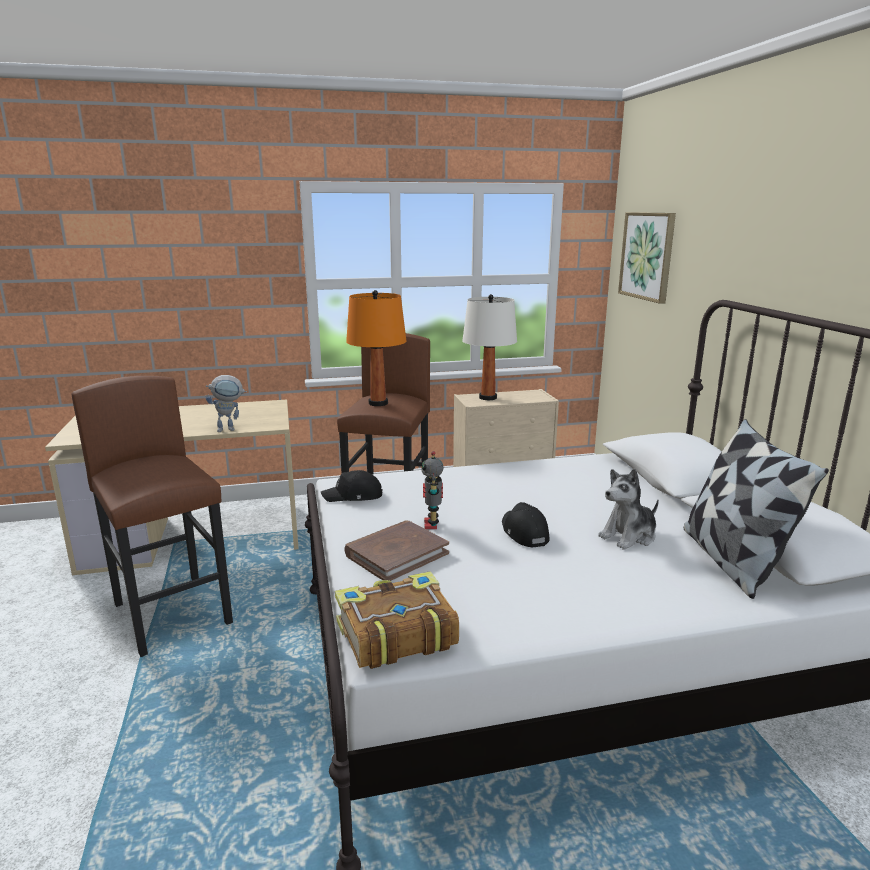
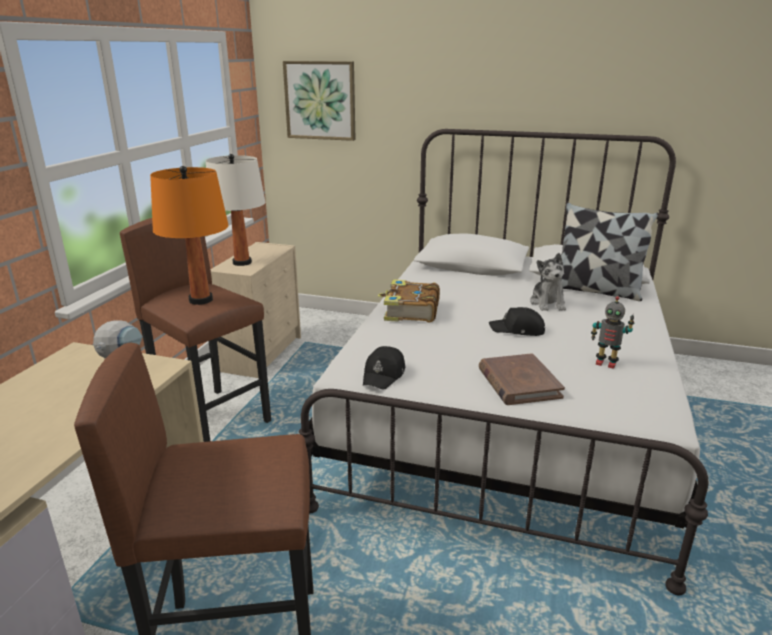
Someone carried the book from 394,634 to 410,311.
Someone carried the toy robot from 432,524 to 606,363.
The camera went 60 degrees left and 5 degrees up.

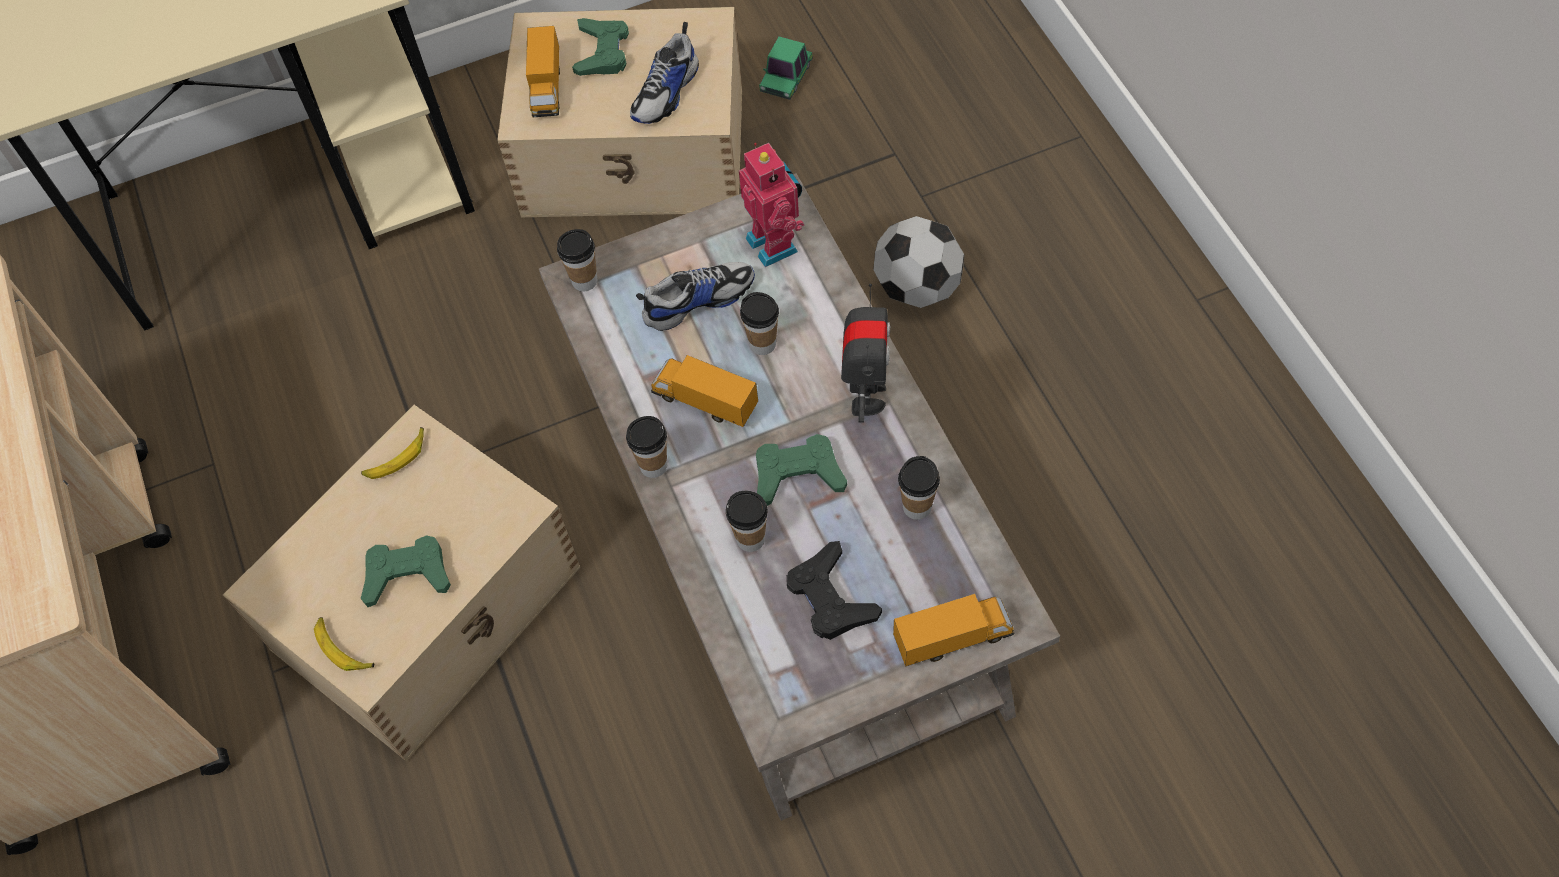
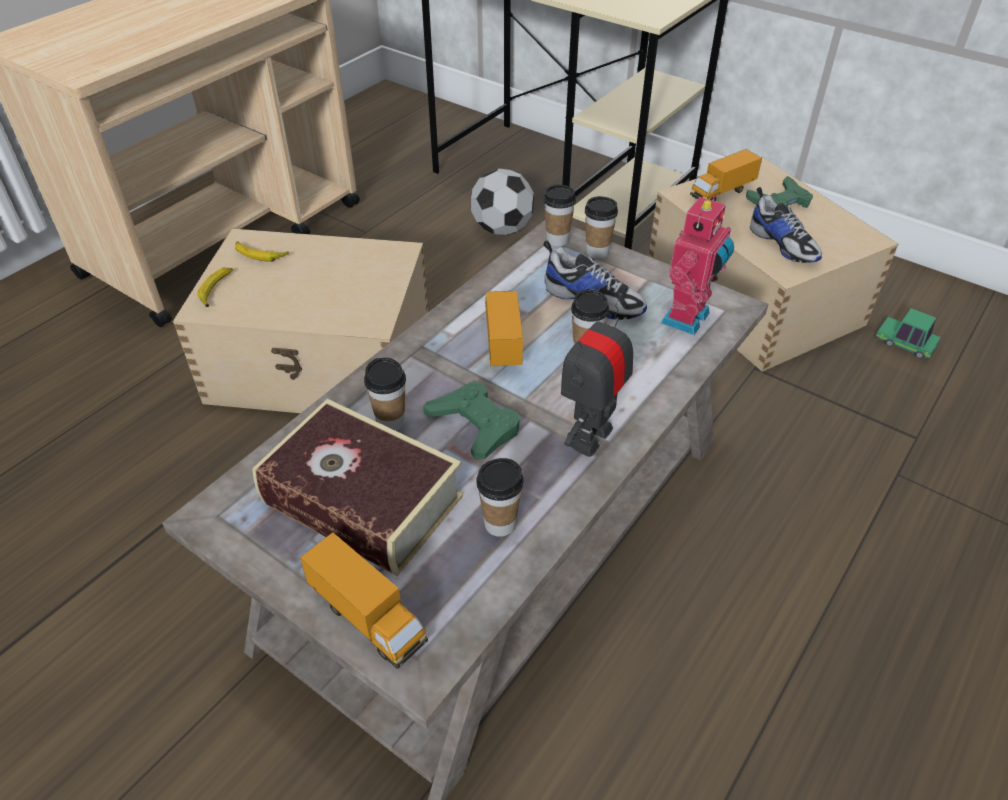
Someone carried the banana from 396,458 to 260,254.
Someone took away the green game controller at 407,574.
Someone carried the cup from 653,465 to 597,252.
Someone rotated the shoe at 667,93 by 120 degrees counterclockwise.
Someone rotated the toy car at 786,77 by 45 degrees clockwise.
Someone swapped the black game controller at 830,597 for the book at 362,500.
Someone rotated the toy robot at 865,396 by 150 degrees clockwise.
Someone carried the football from 917,288 to 502,229.
The camera went 55 degrees right and 15 degrees down.

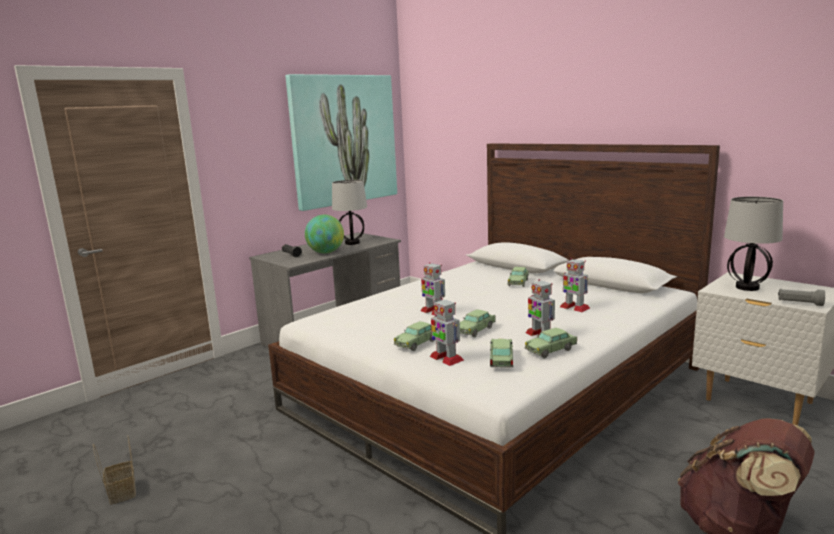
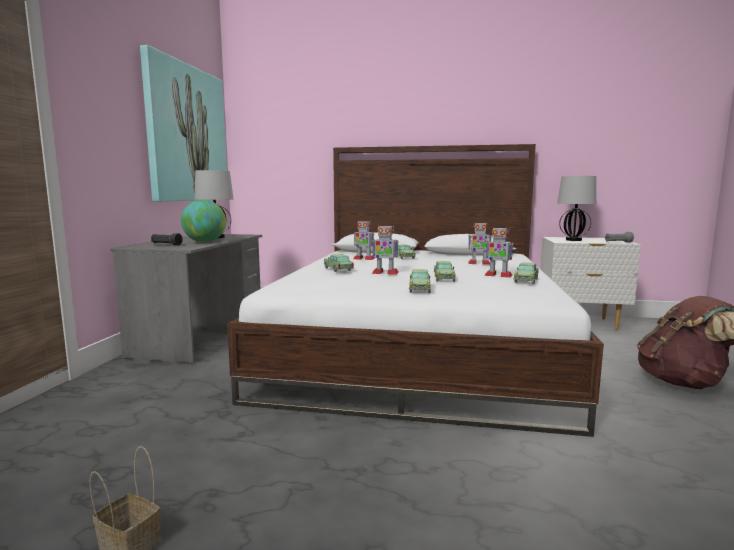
Someone carried the toy robot from 446,358 to 363,258.
Someone carried the toy car from 501,360 to 338,269.
The camera went 35 degrees left and 5 degrees down.

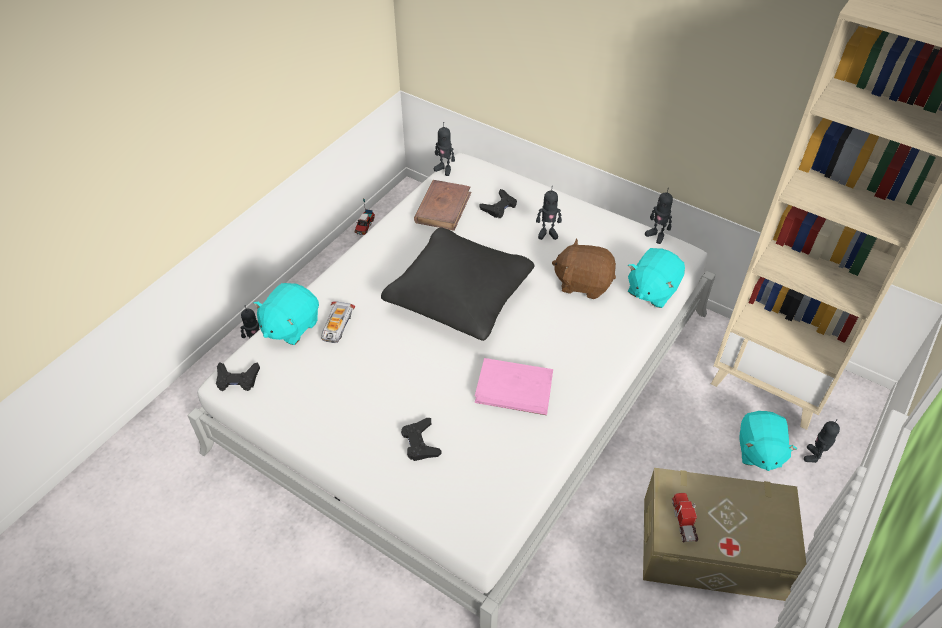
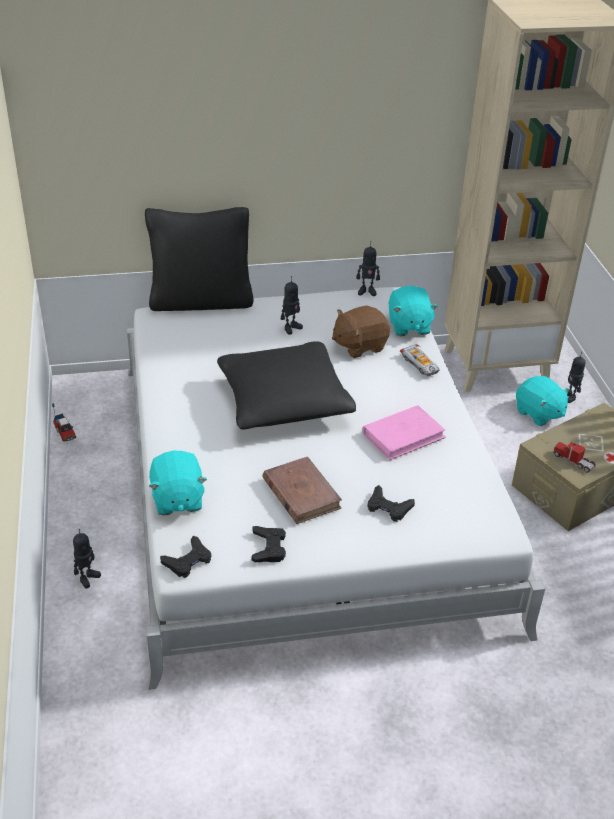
Someone carried the toy car from 337,325 to 420,364.
Someone carried the brown book from 443,207 to 301,493.
Someone took away the toy robot at 444,169.
Someone carried the black game controller from 499,207 to 268,548.
Someone put down the black pillow at 201,301.
The camera went 45 degrees left and 10 degrees down.

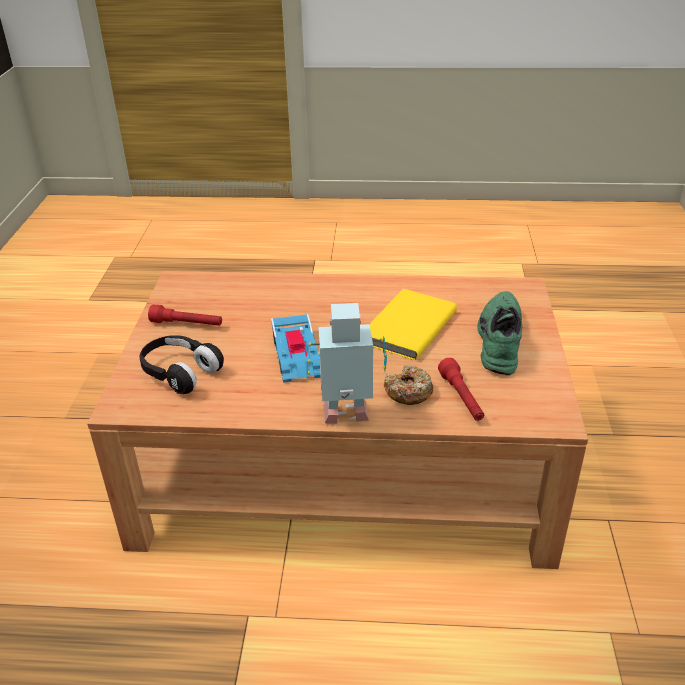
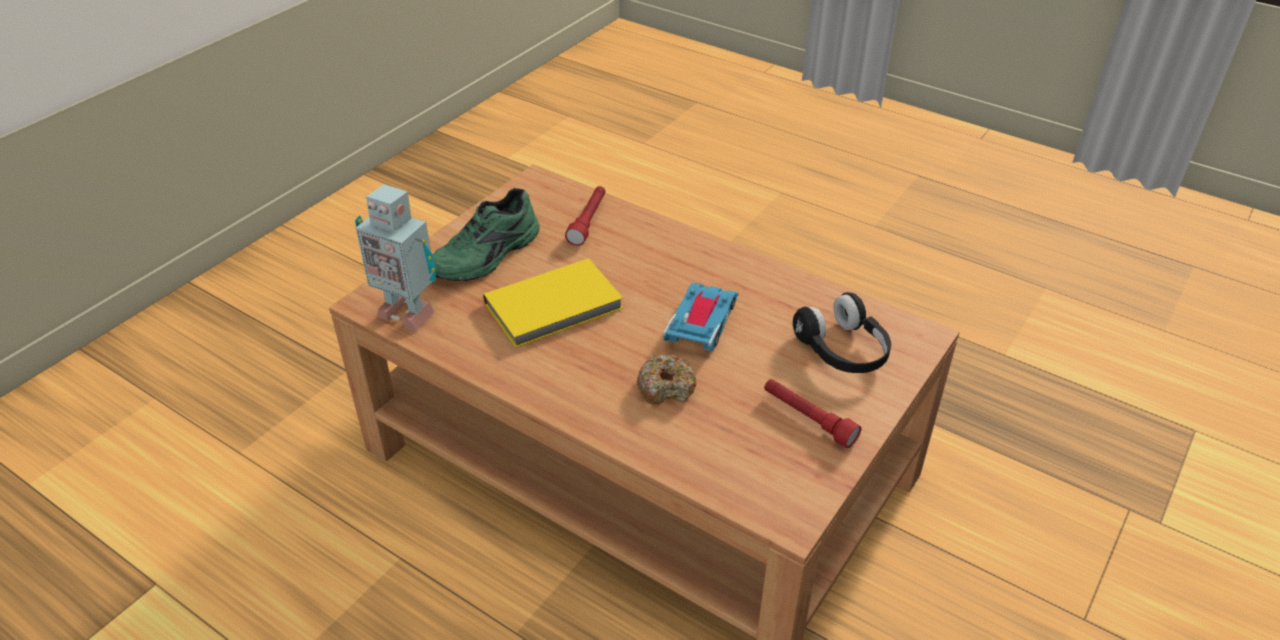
Someone carried the toy robot from 348,416 to 407,312.
Someone carried the donut from 408,392 to 666,387.
The camera went 150 degrees left and 5 degrees up.

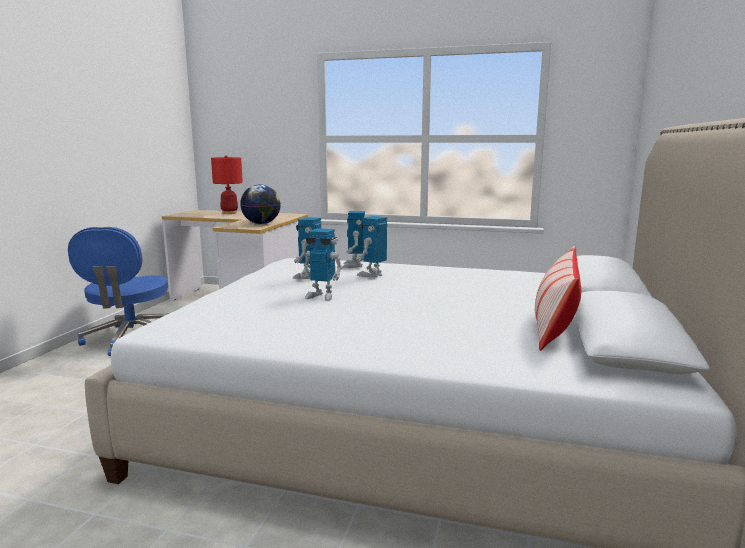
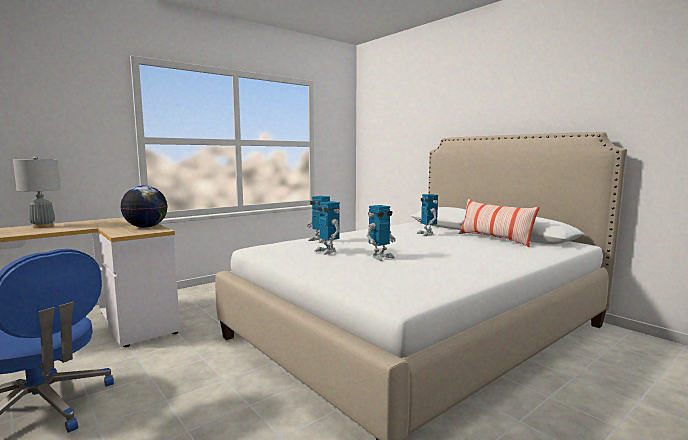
Someone repainted the red table lamp at 229,213, which became the grey table lamp at 43,226.
Someone carried the toy robot from 372,275 to 426,234.
The camera went 55 degrees left and 5 degrees down.

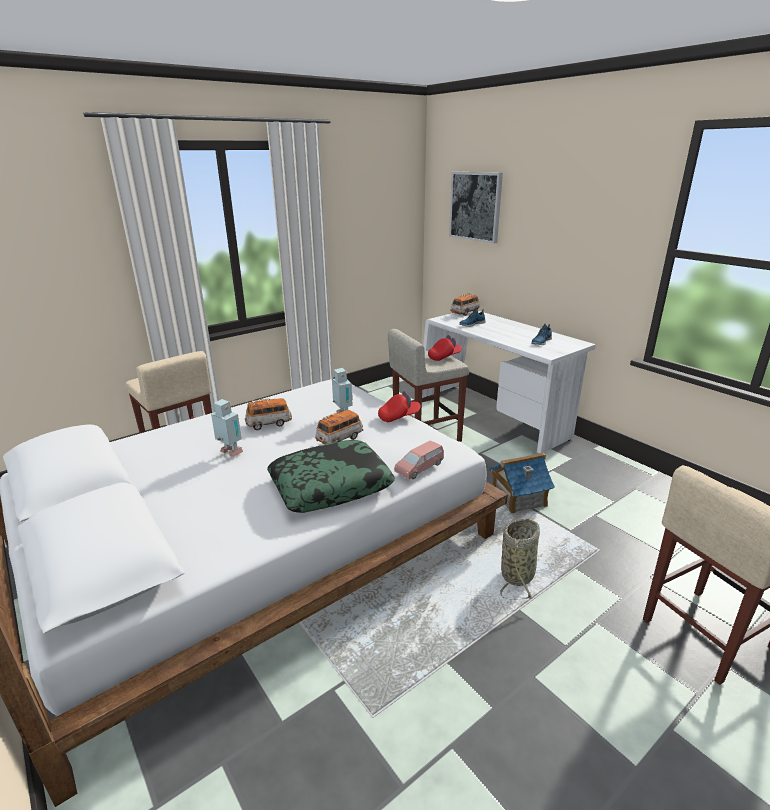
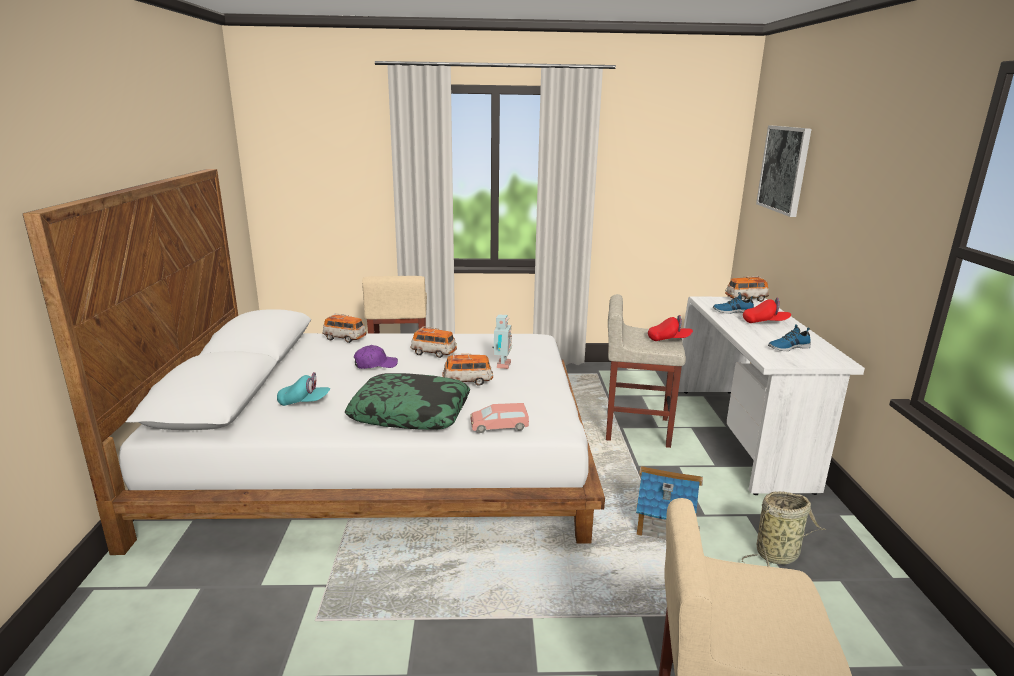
Someone swapped the toy robot at 230,453 for the purple cap at 375,364.
Someone carried the red cap from 399,417 to 765,322.
Someone carried the basket from 518,573 to 779,554.
Someone put down the turquoise cap at 304,402.
Someone put down the toy car at 345,338.
The camera went 35 degrees right and 5 degrees down.

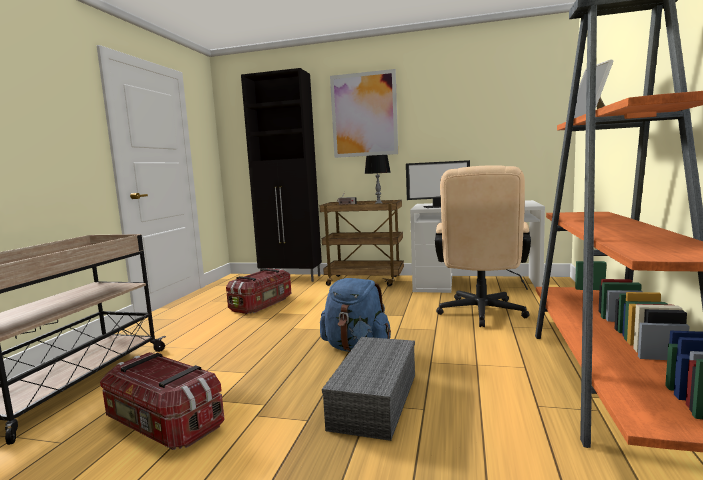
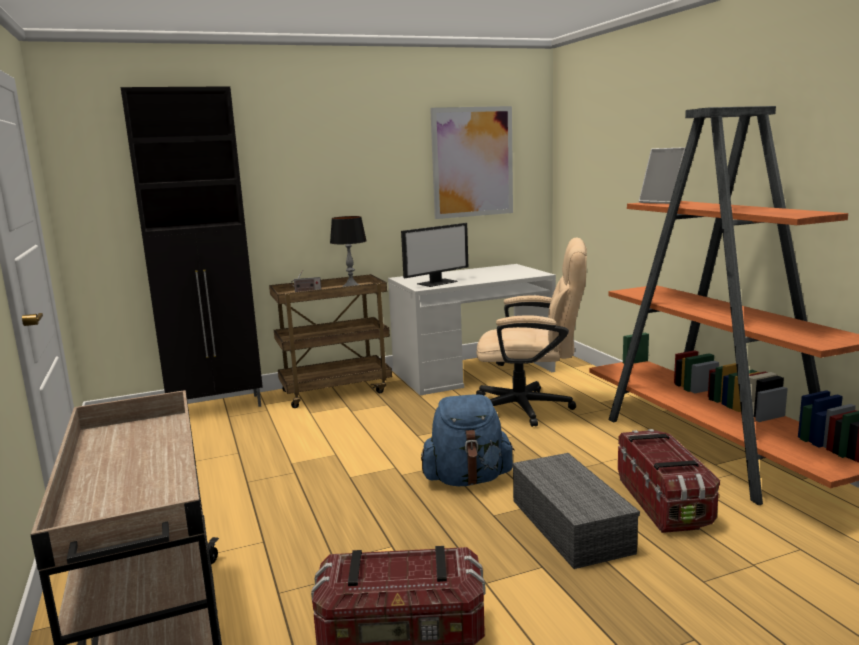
Someone carried the storage box from 262,304 to 663,502.
Someone carried the picture from 364,115 to 472,162.
Someone rotated the beige office chair at 481,314 by 60 degrees counterclockwise.
The camera went 35 degrees left and 5 degrees up.

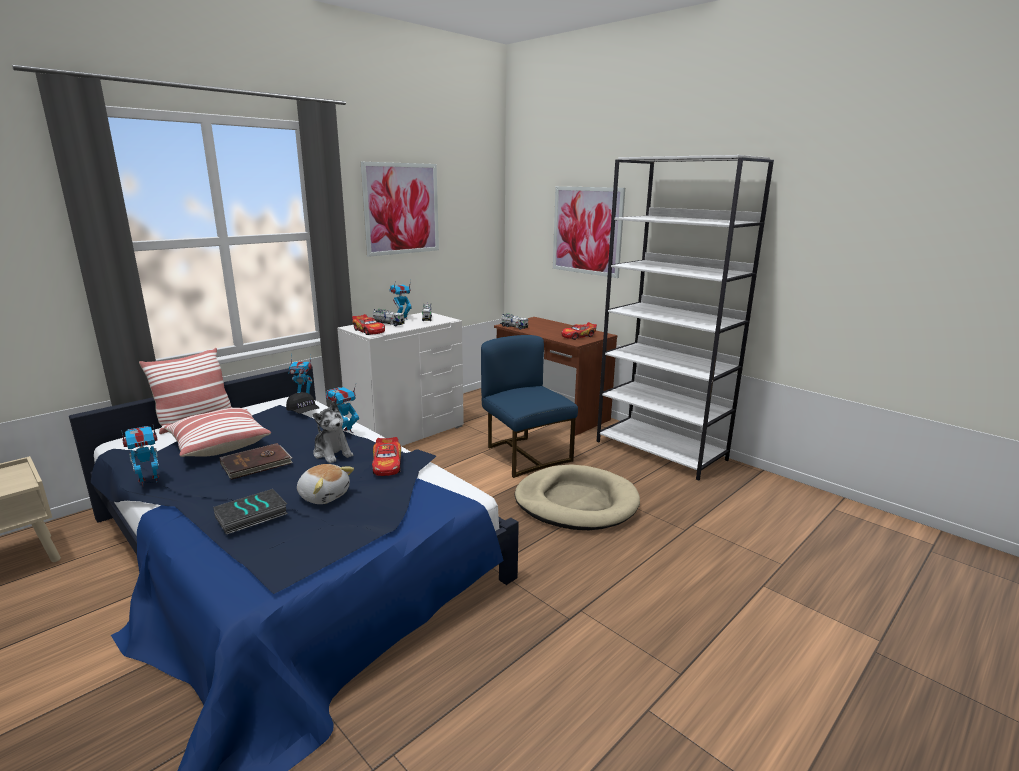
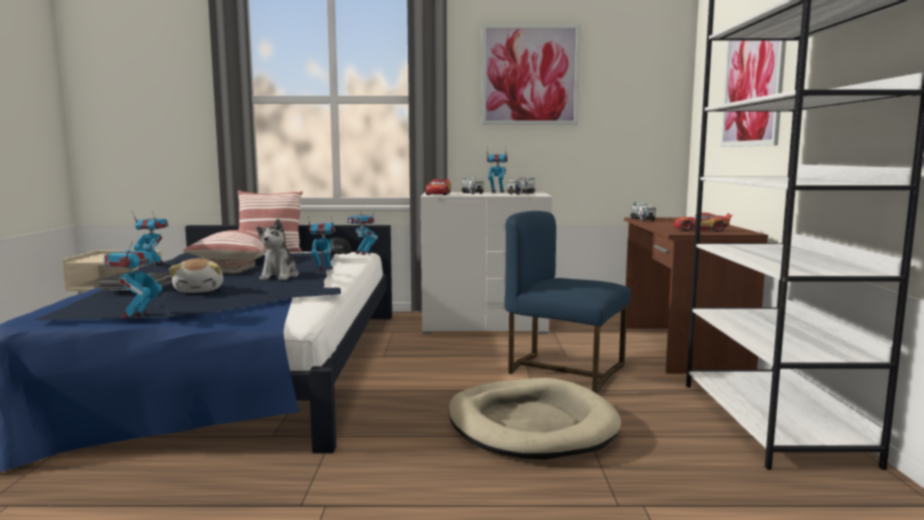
Someone took away the toy car at 387,464.
Someone rotated the blue chair at 525,455 by 75 degrees counterclockwise.
Someone put down the toy robot at 136,315.
The camera went 45 degrees right and 10 degrees down.

